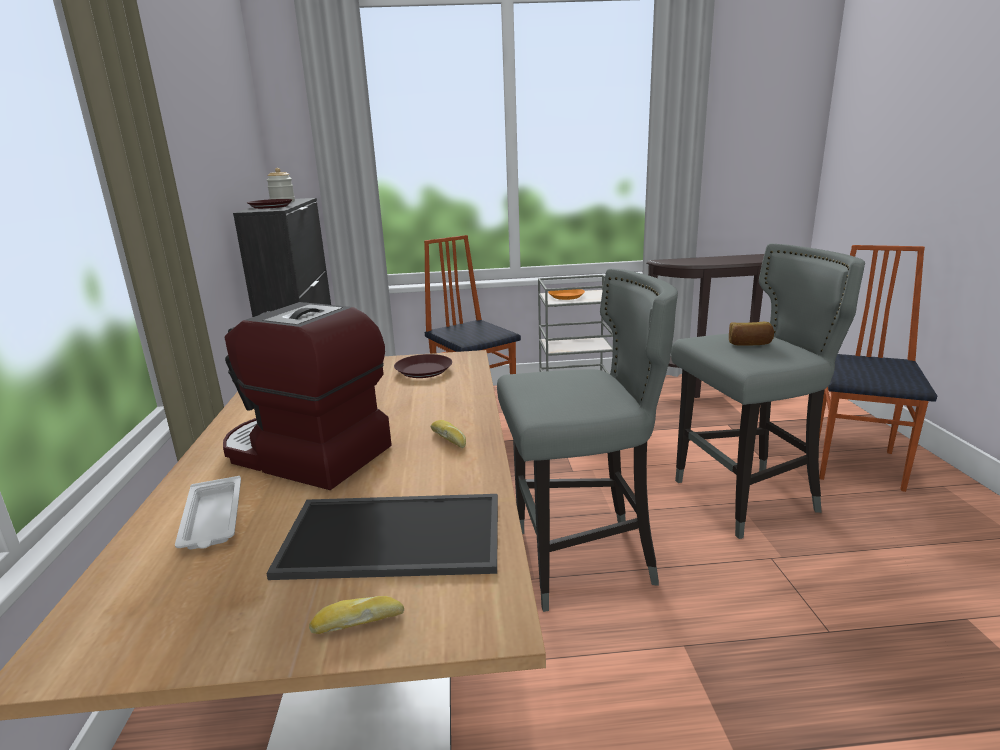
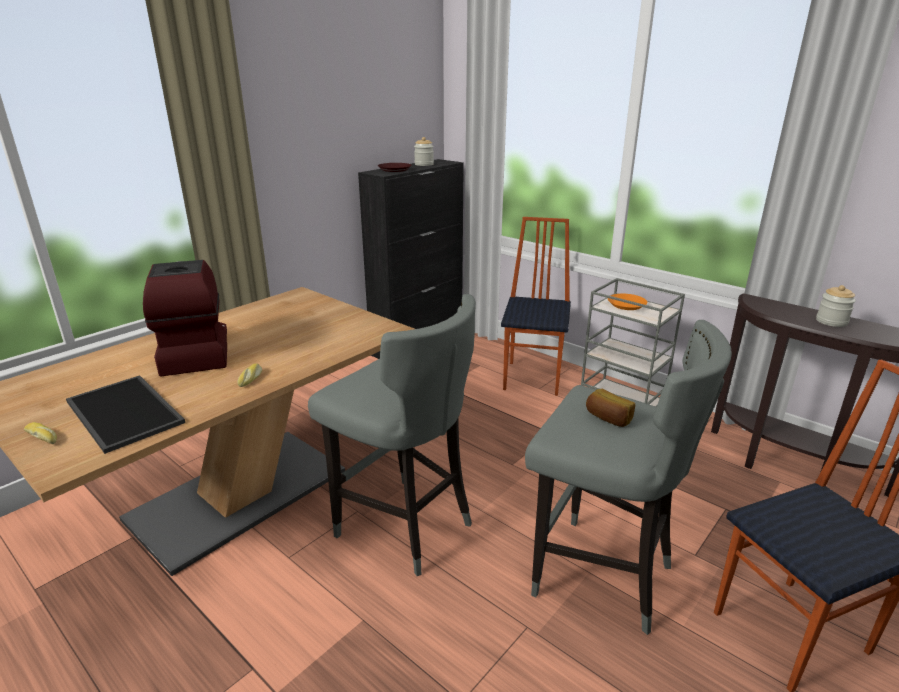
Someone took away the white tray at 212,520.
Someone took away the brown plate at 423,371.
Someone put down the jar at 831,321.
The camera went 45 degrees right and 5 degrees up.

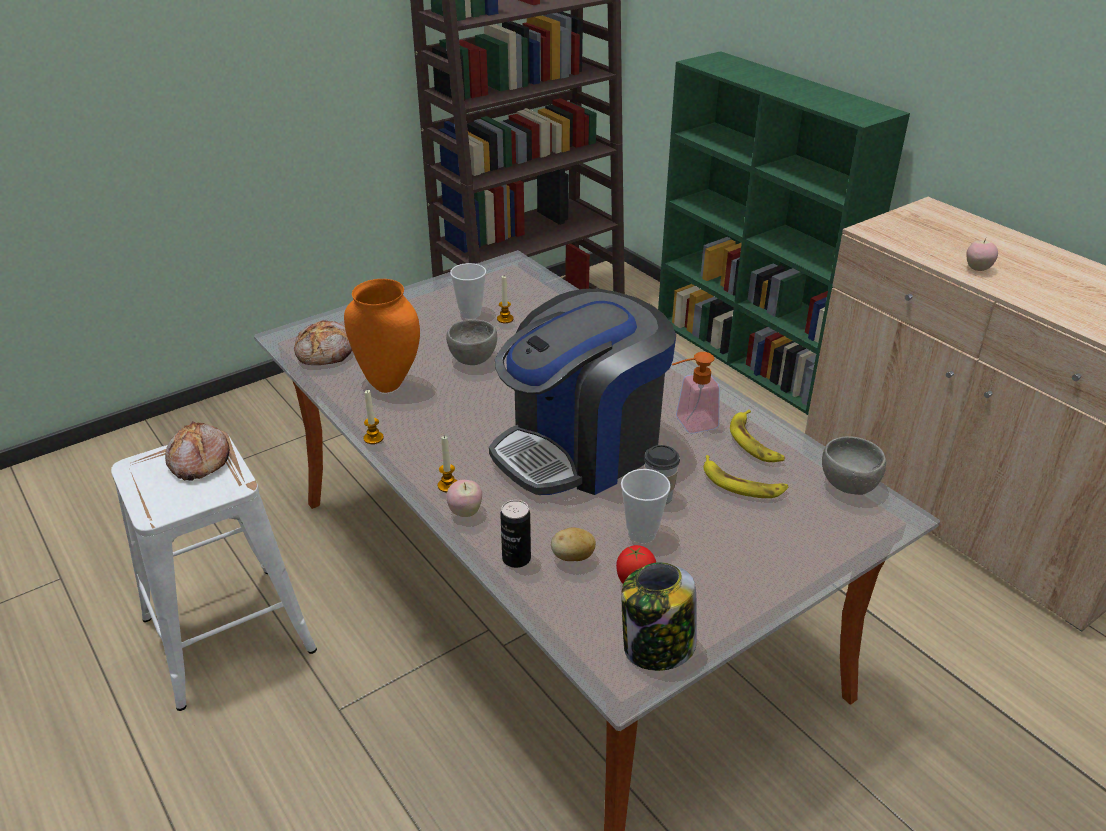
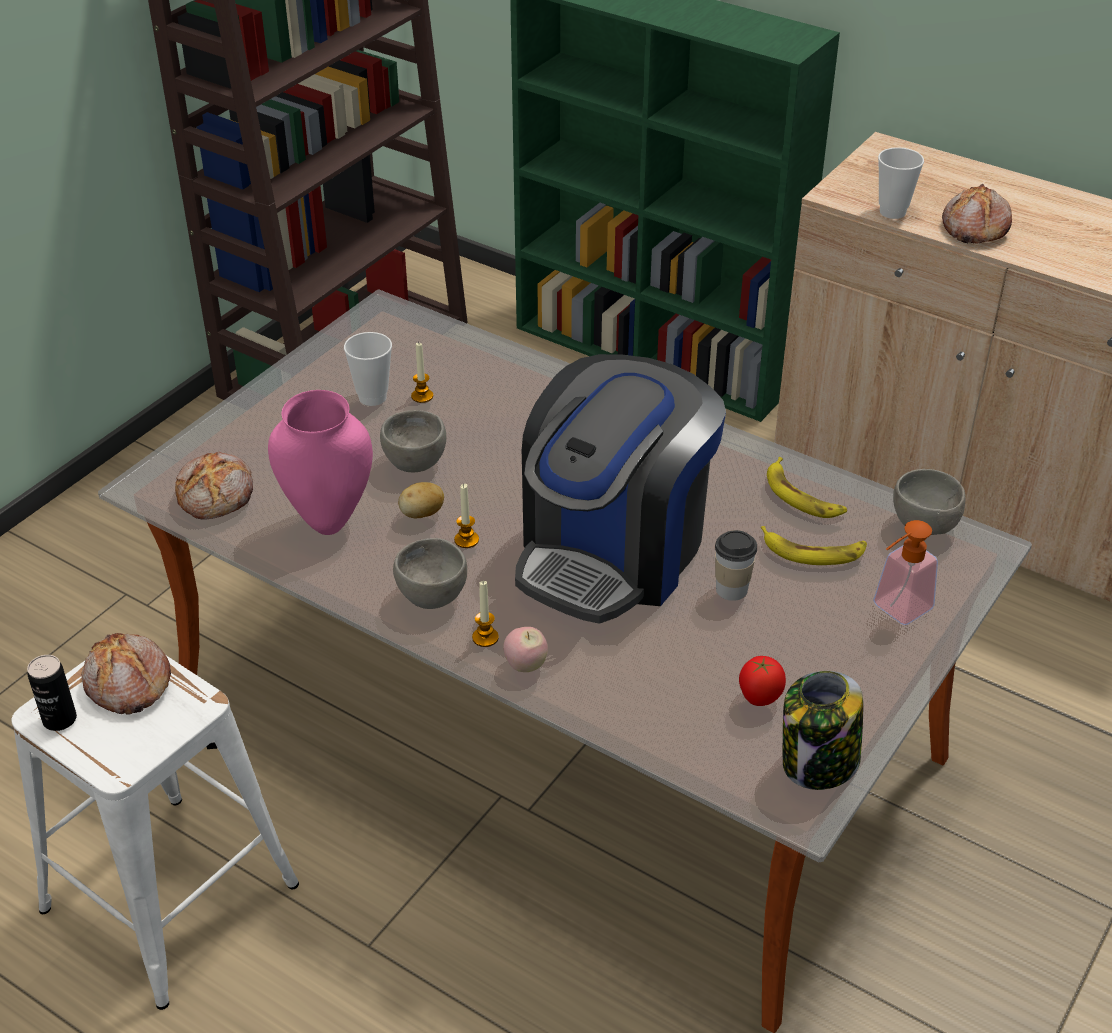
Someone repainted the orange vase at 389,383, which became the pink vase at 329,521.
Someone carried the candle from 373,438 to 466,540.
Someone carried the can from 516,558 to 60,719.
Someone carried the potato from 573,557 to 422,514.
Someone carried the cup from 642,533 to 892,212.
Someone carried the soap dispenser from 689,424 to 895,611.
Someone swapped the apple at 977,269 for the bread at 973,228.
Someone put down the grey bowl at 432,594.
The camera went 20 degrees left and 5 degrees up.

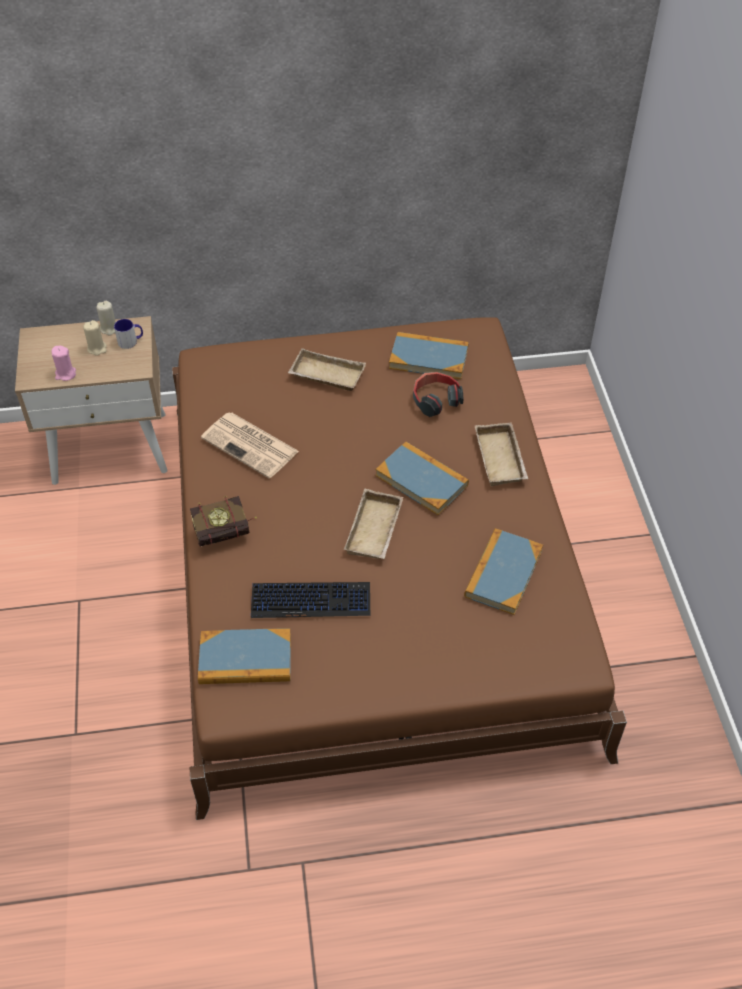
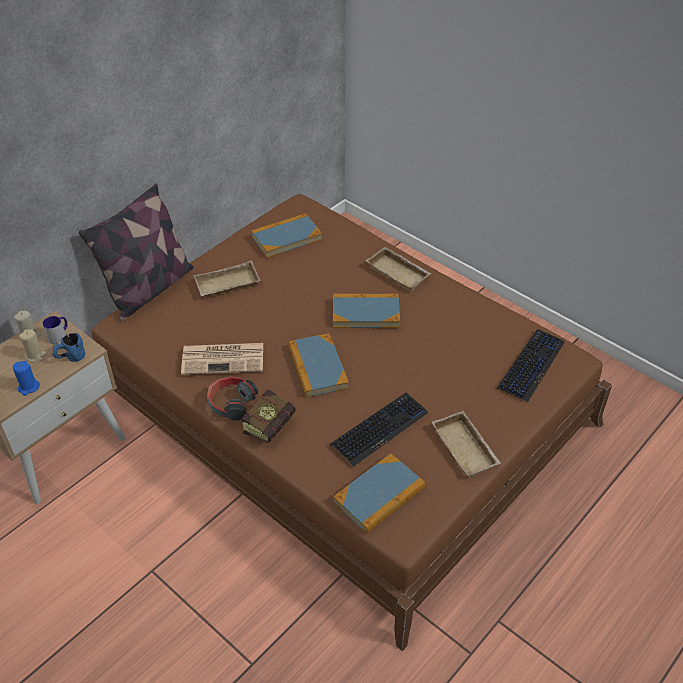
Someone repainted the pink candle at 65,374, which became the blue candle at 28,387.
Someone carried the beige tray from 376,530 to 467,448.
Someone carried the headphones from 435,400 to 231,403.
Someone carried the book from 503,573 to 317,367.
Someone put down the blue mug at 70,358.
Someone put down the pillow at 149,289.
Someone put down the keyboard at 531,365.
The camera went 40 degrees left and 5 degrees down.

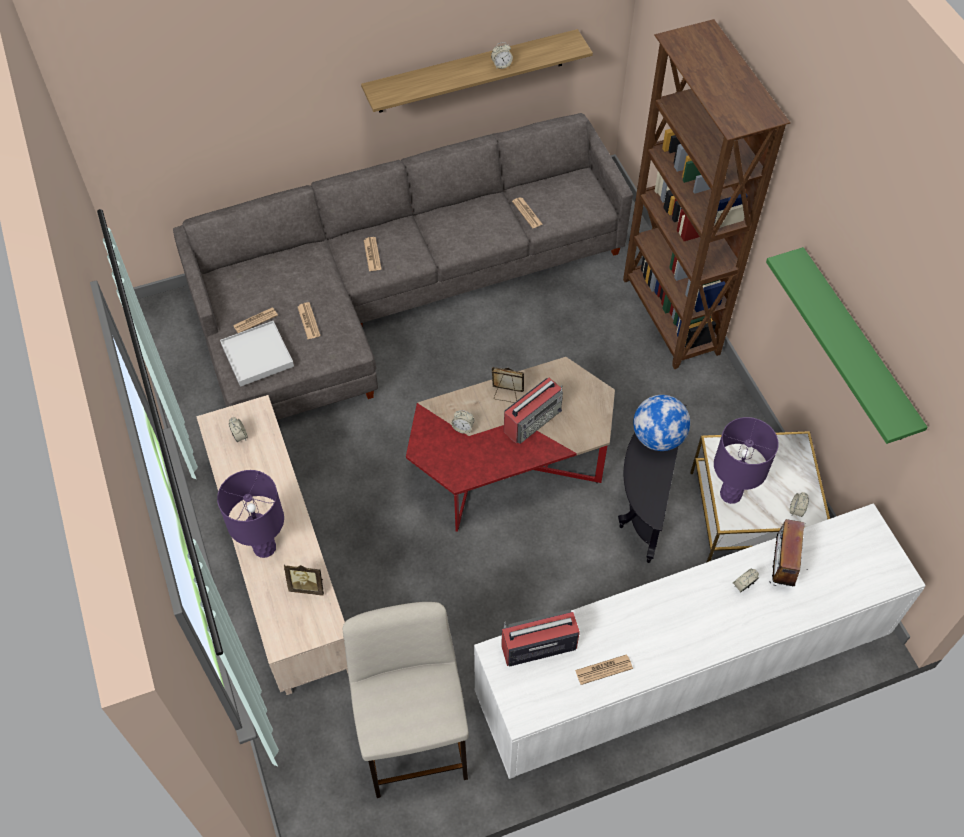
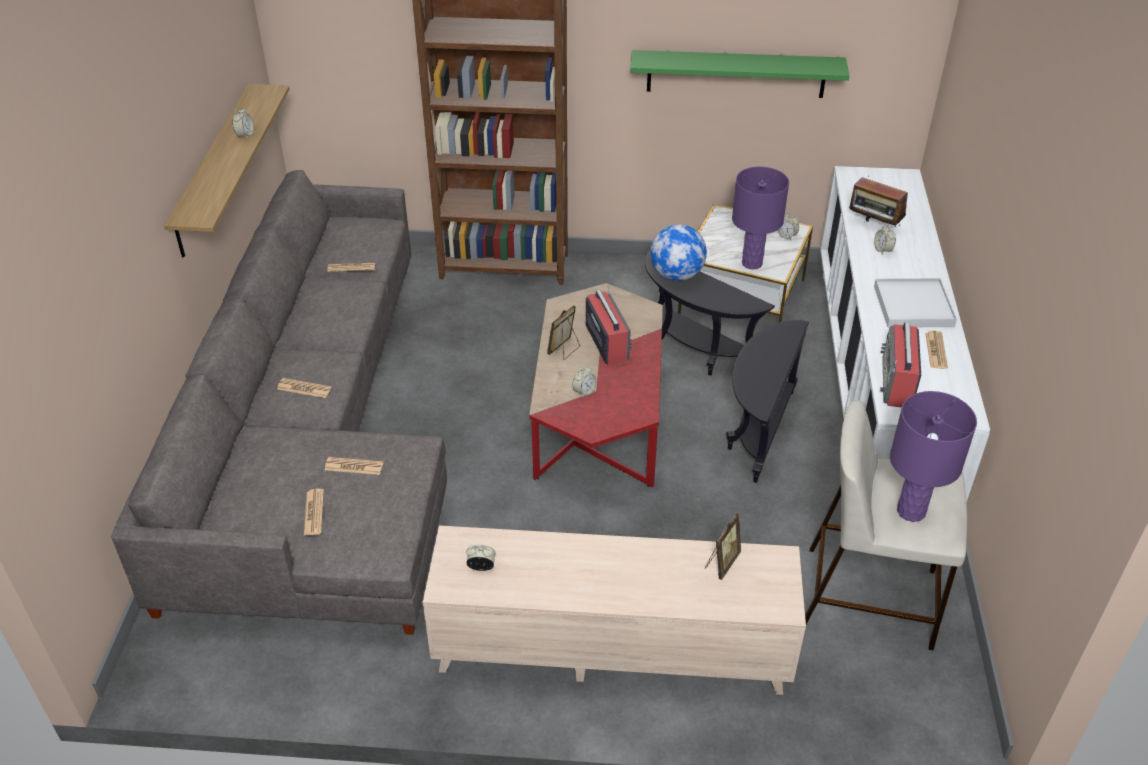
Someone carried the purple table lamp from 264,547 to 910,511.
Someone carried the white tray from 257,355 to 913,306.
Someone put down the black side table at 758,431.
The camera went 65 degrees left and 15 degrees down.

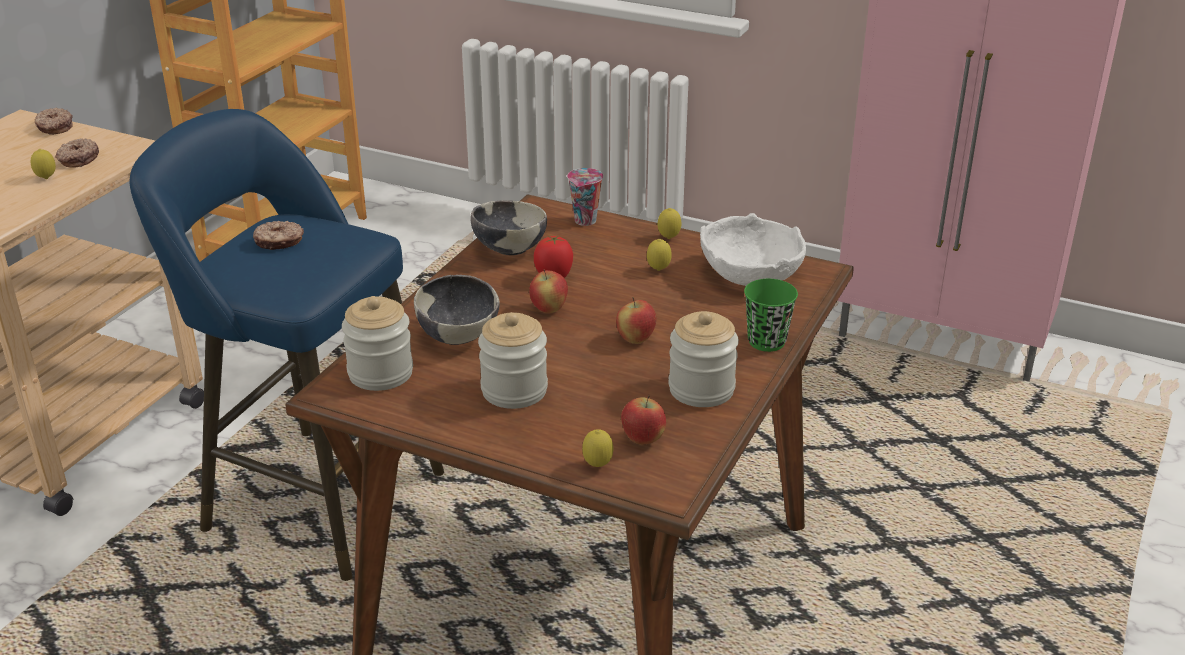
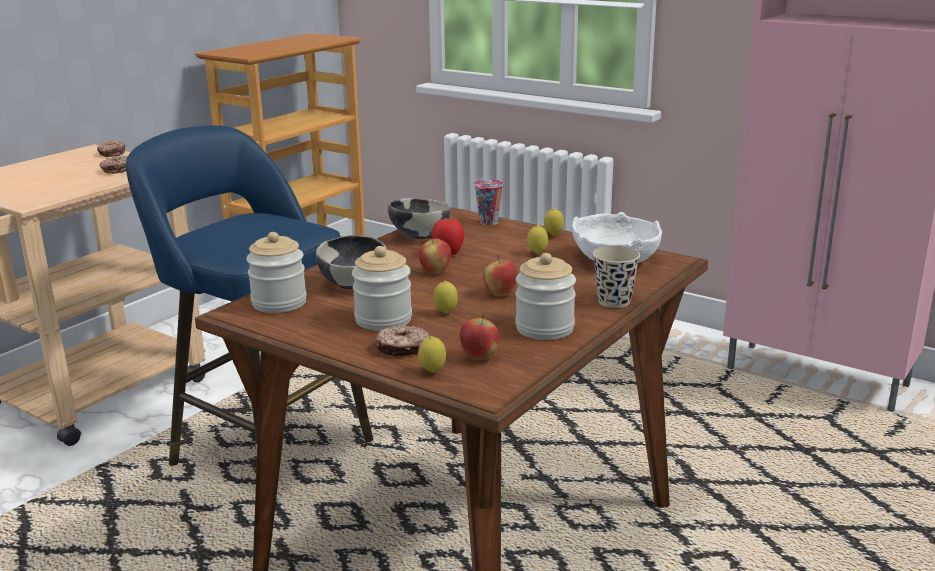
Someone carried the lemon from 46,179 to 445,313.
Someone carried the donut from 279,242 to 403,348.
Someone repainted the green cup at 766,341, which became the beige cup at 614,301.
The camera went 10 degrees right and 10 degrees down.

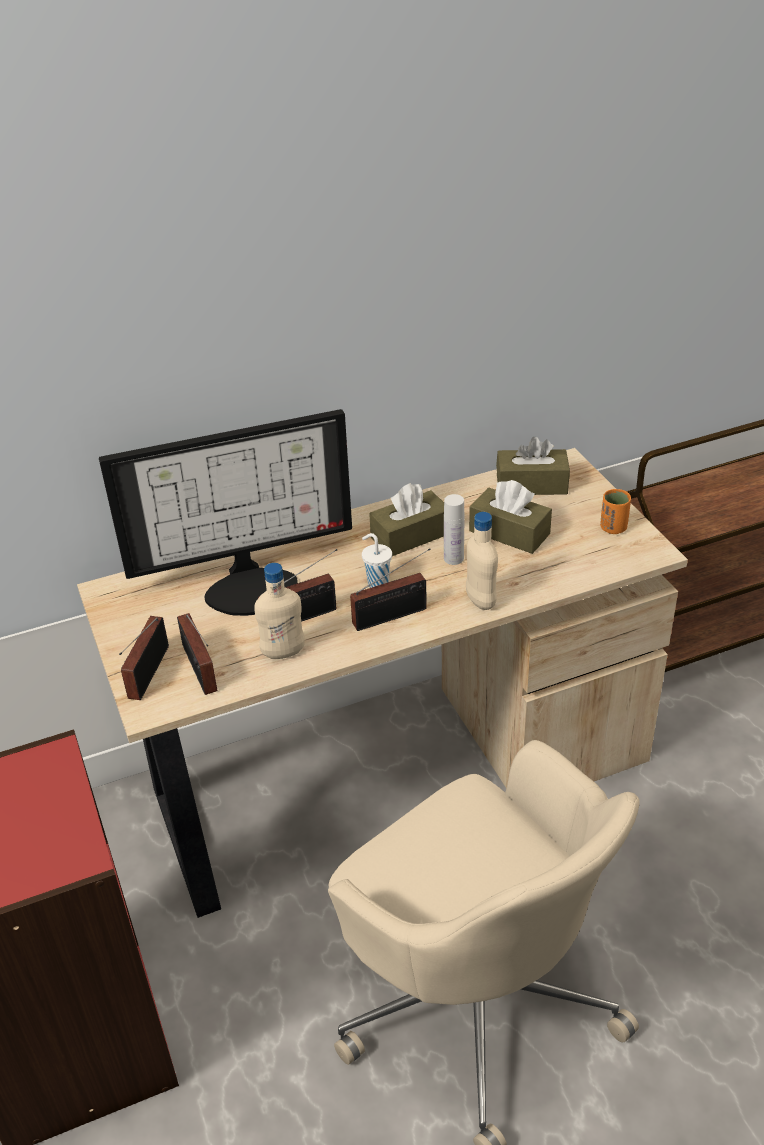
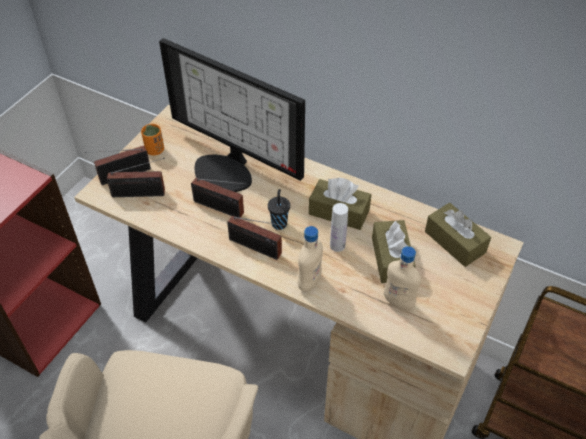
Someone rotated the radio at 200,671 by 120 degrees counterclockwise.
Someone carried the beige bottle from 283,652 to 398,302.
Someone repainted the white cup at 377,583, which became the black cup at 279,223.
Someone carried the orange cup from 613,528 to 155,150.
The camera went 50 degrees right and 10 degrees up.

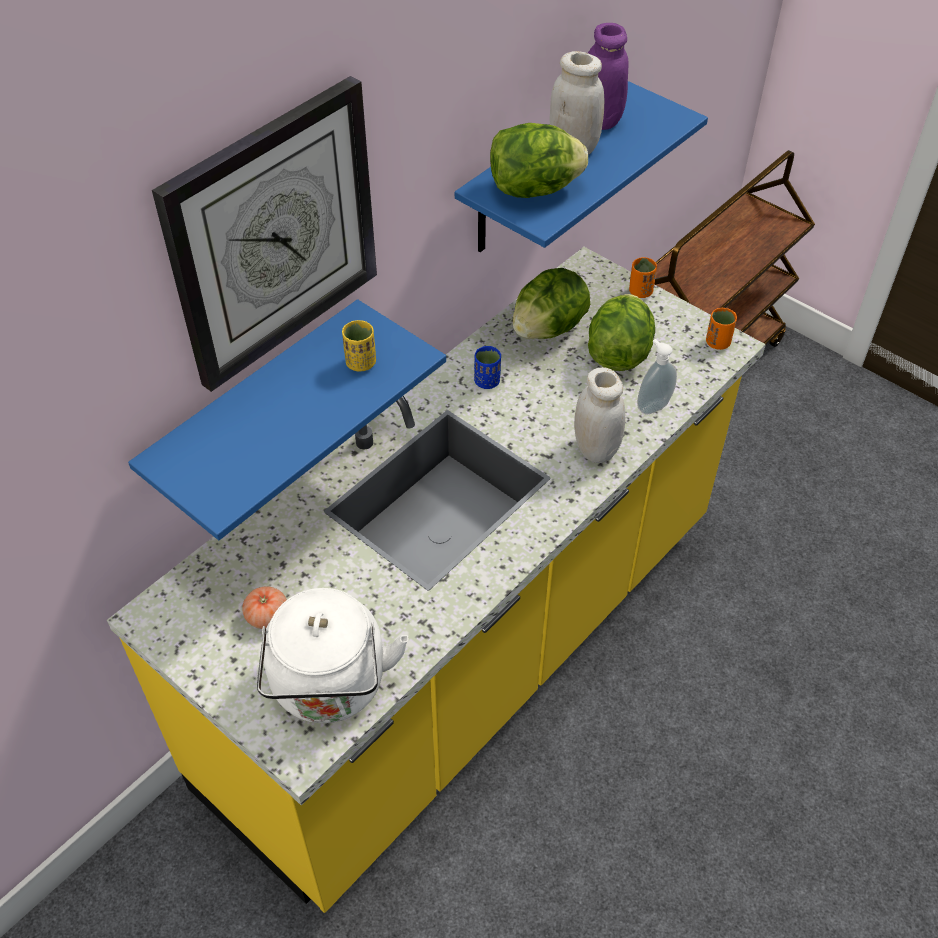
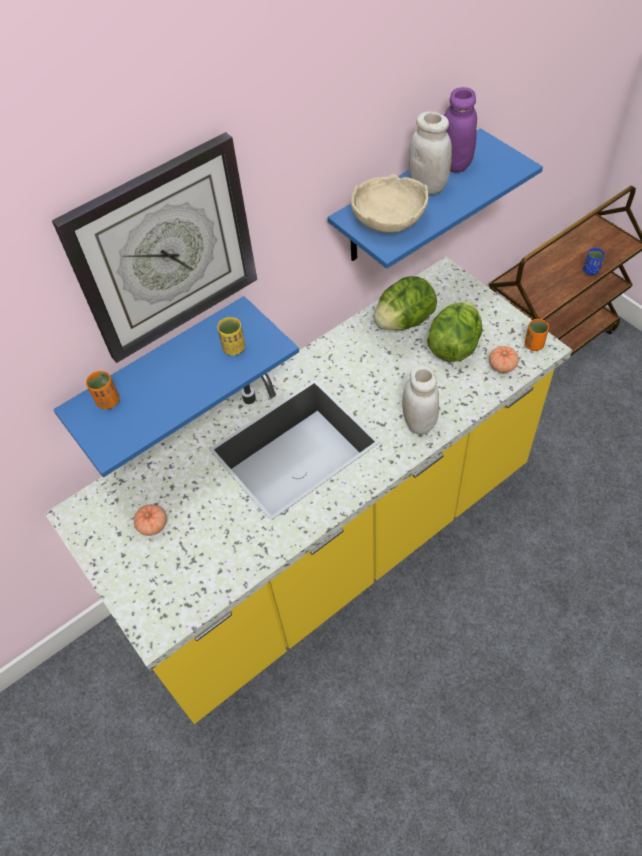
Someone took away the white kettle at 330,688.
Someone carried the blue cup from 487,381 to 590,270.
Someone swapped the lettuce at 533,189 for the beige bowl at 388,219.
Someone carried the orange cup from 640,292 to 108,401.
Someone took away the soap dispenser at 652,405.
Someone put down the tomato at 502,366.
The camera went 15 degrees right and 5 degrees up.

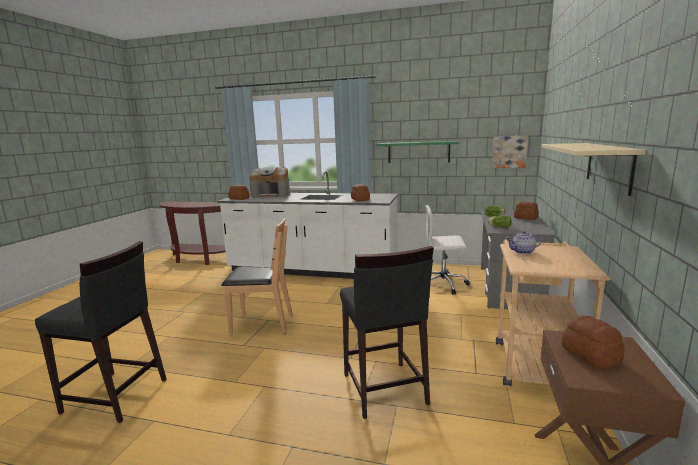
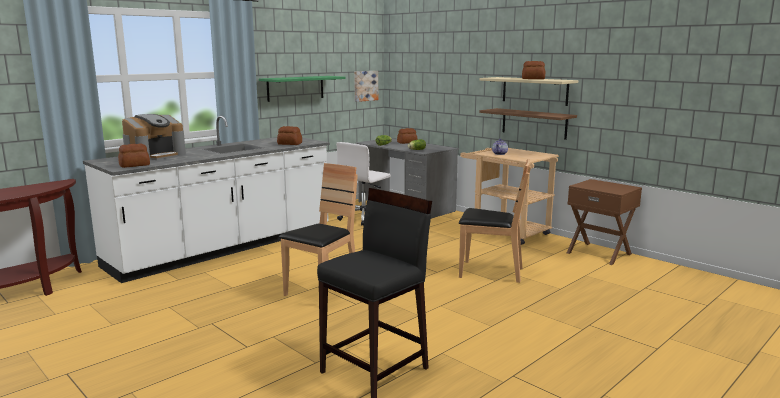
Someone swapped the black stool at 383,389 for the brown chair at 490,272.
Someone carried the bread from 590,355 to 532,79.
Someone put up the brown shelf at 534,123.
The camera went 60 degrees left and 0 degrees up.

